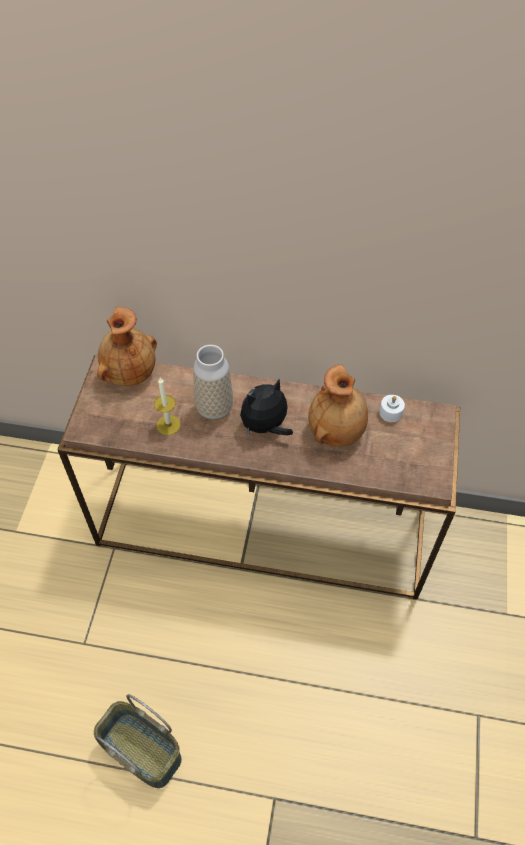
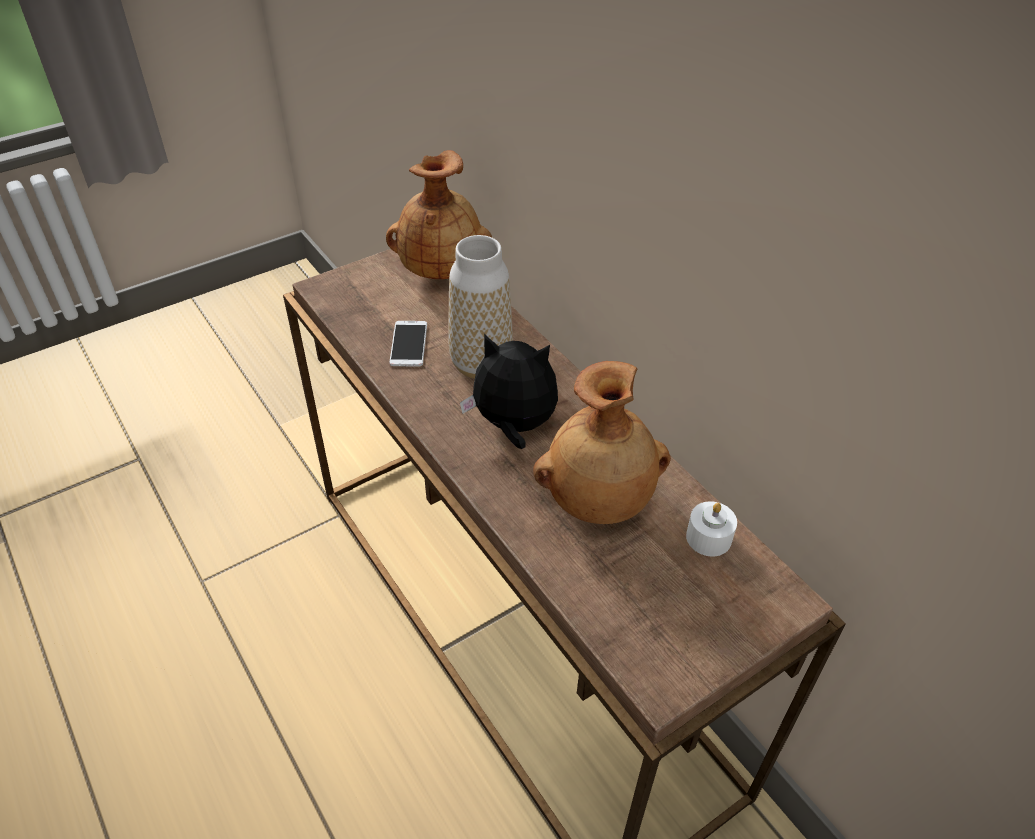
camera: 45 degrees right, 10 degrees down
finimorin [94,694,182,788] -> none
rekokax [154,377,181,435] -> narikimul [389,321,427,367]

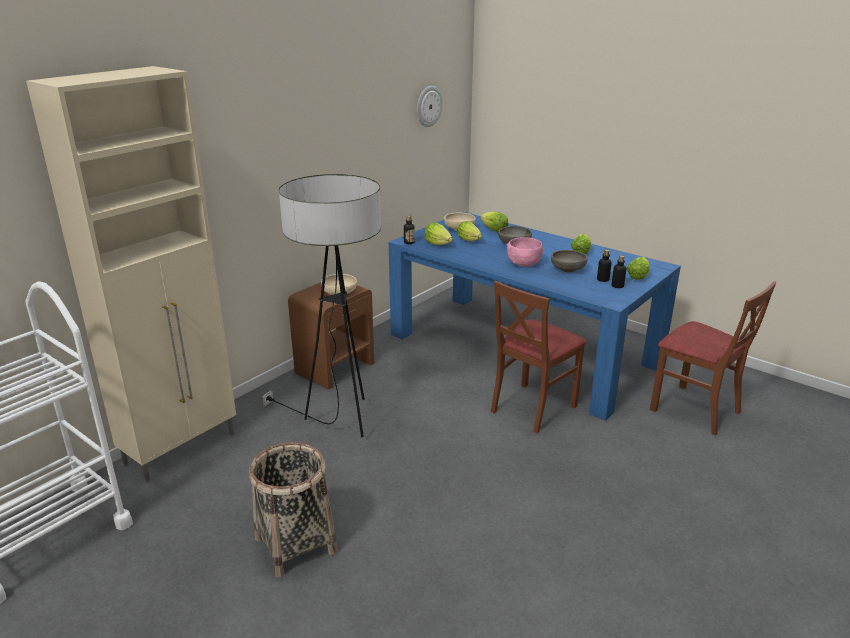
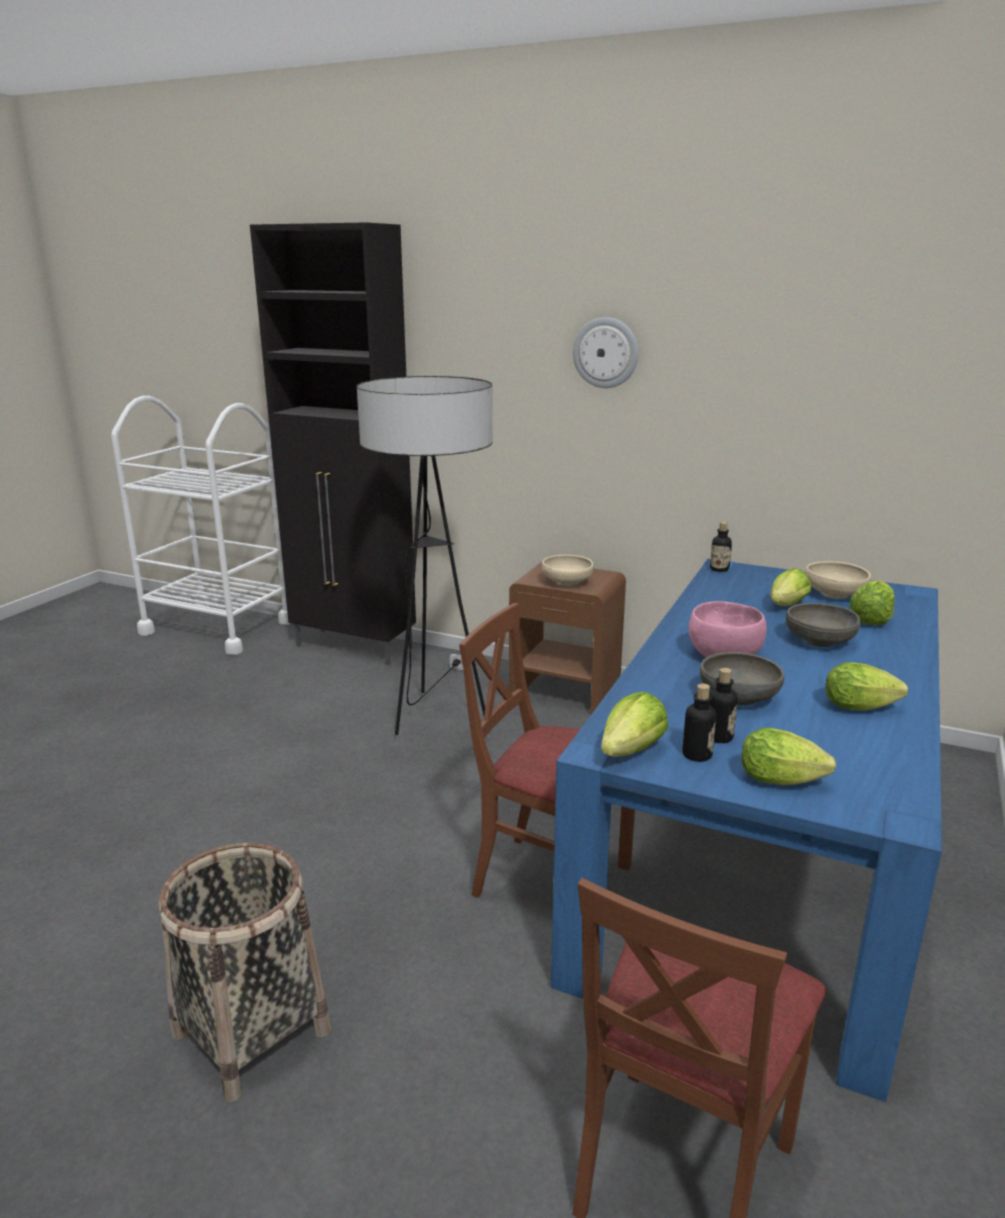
camera: 75 degrees right, 5 degrees down
finimorin [249,442,337,578] -> finimorin [159,843,331,1102], shifted
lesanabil [417,86,443,127] -> lesanabil [573,317,639,388], shifted
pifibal [424,223,453,245] -> pifibal [601,692,668,757], shifted
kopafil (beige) [26,66,236,483] -> kopafil (black) [250,222,416,665]

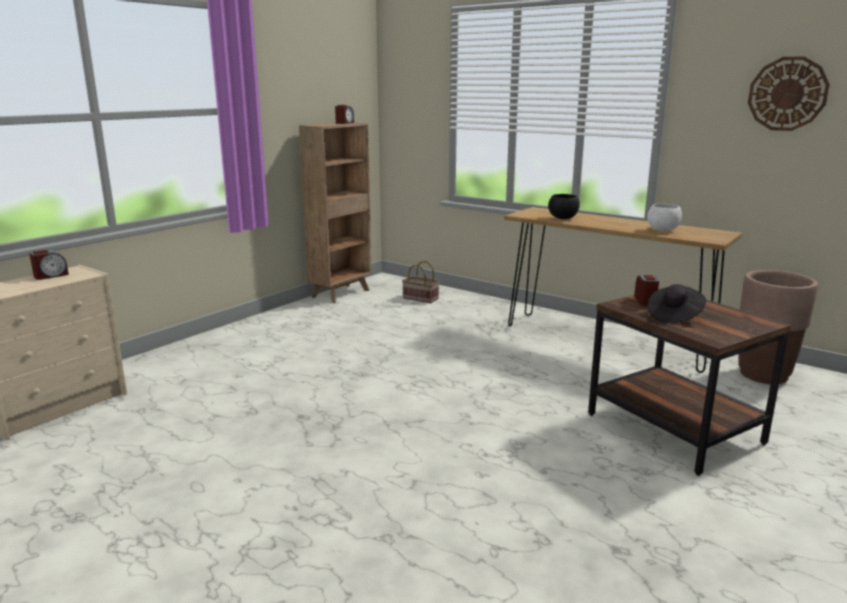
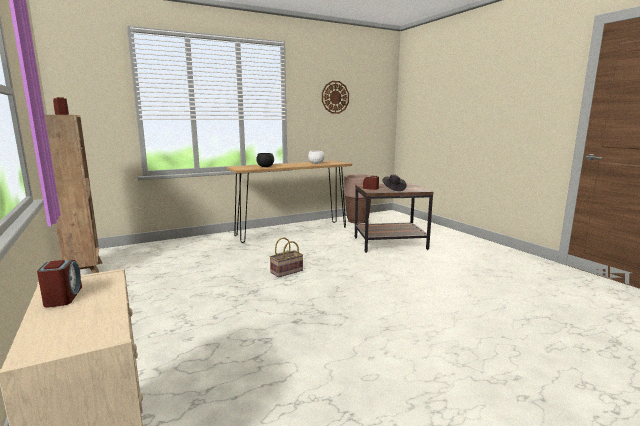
camera: 65 degrees left, 5 degrees down
finimorin [402,261,439,303] -> finimorin [269,237,303,277], shifted

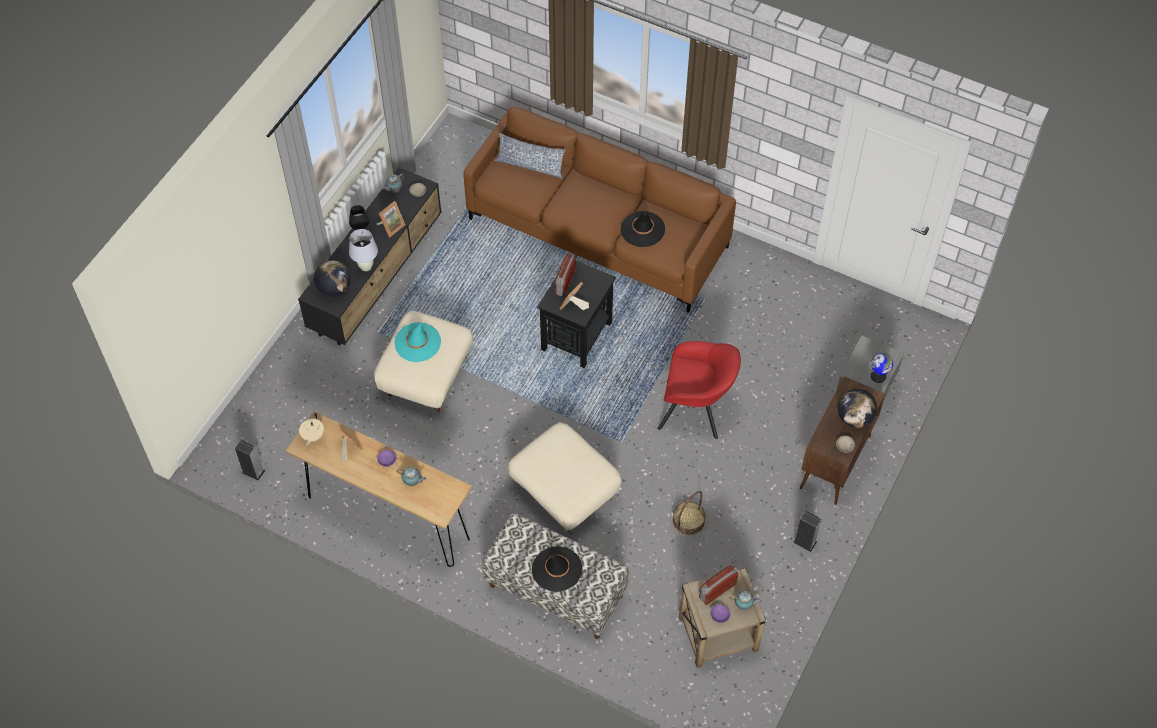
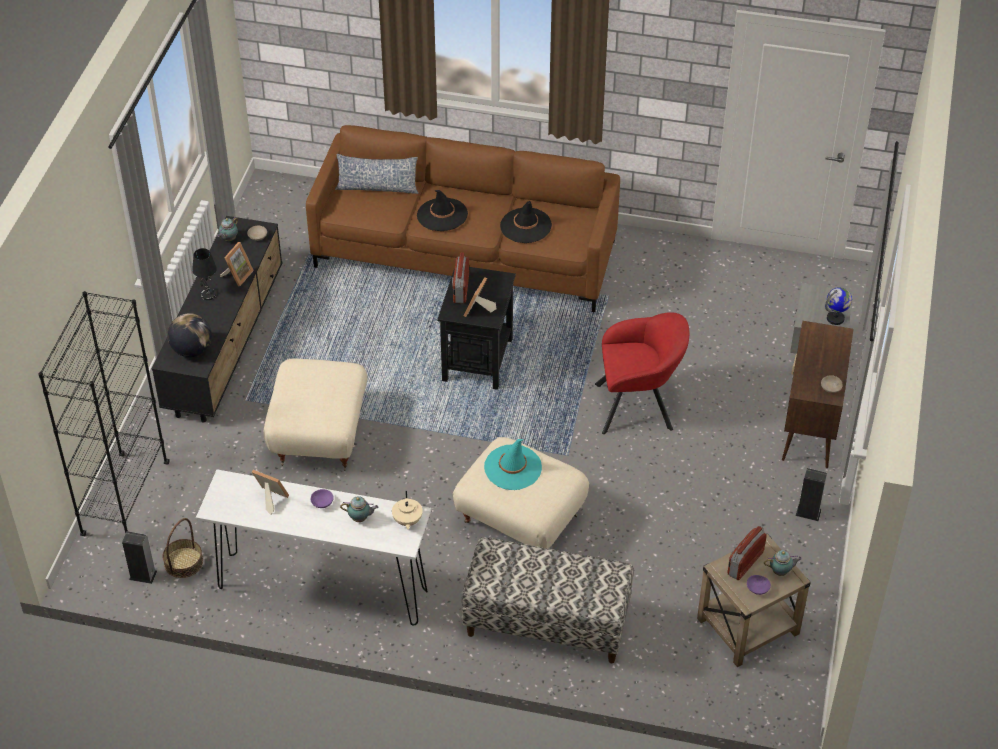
camera: 15 degrees left, 10 degrees down
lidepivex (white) [349,229,378,271] -> none
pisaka [838,389,877,428] -> none
none -> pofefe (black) [38,291,170,536]
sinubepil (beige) [299,413,324,446] -> sinubepil (beige) [392,491,423,530], shifted
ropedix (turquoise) [394,322,441,362] -> ropedix (turquoise) [484,439,542,490], shifted
ropedix (black) [532,546,583,592] -> ropedix (black) [417,190,468,231], shifted
finimorin [673,491,706,535] -> finimorin [162,518,203,578], shifted
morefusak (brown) [286,411,472,567] -> morefusak (white) [196,469,431,626]

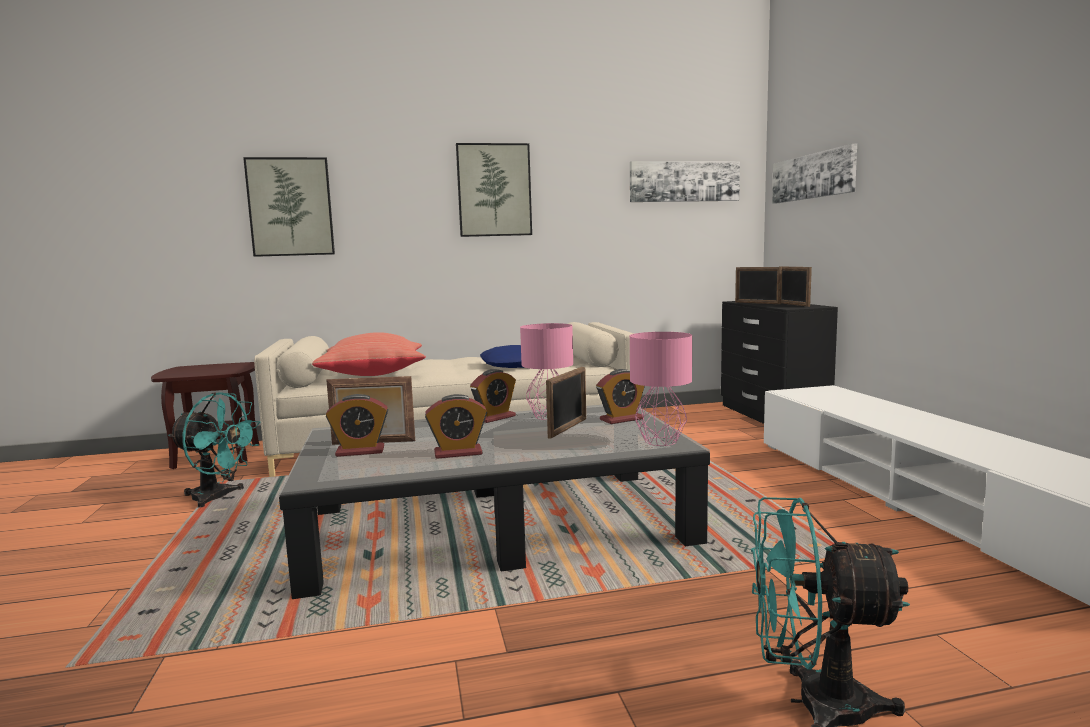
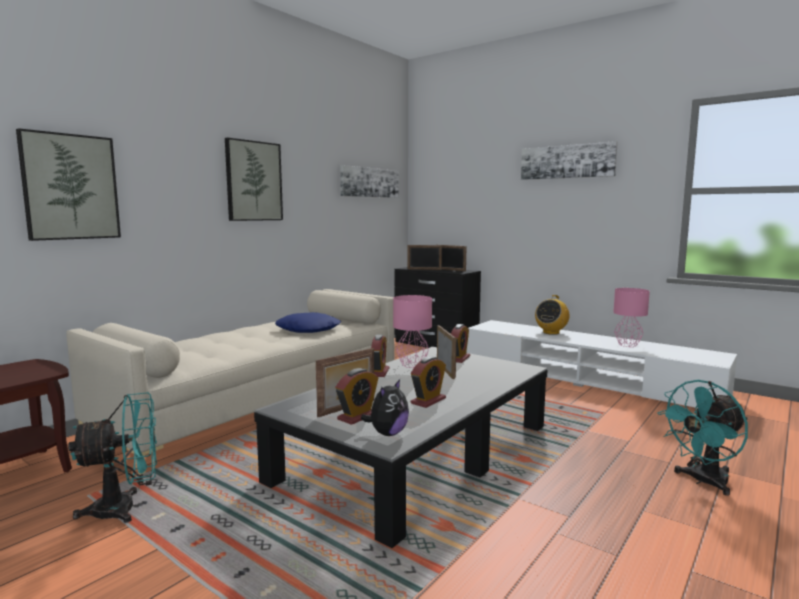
camera: 40 degrees left, 0 degrees up
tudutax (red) [312,332,426,376] -> none
none -> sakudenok [361,379,409,436]
none -> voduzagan [535,295,570,335]
lidepivex (pink) [630,332,692,446] -> lidepivex (pink) [613,288,650,347], shifted
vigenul [772,144,857,204] -> vigenul [521,141,618,180], shifted

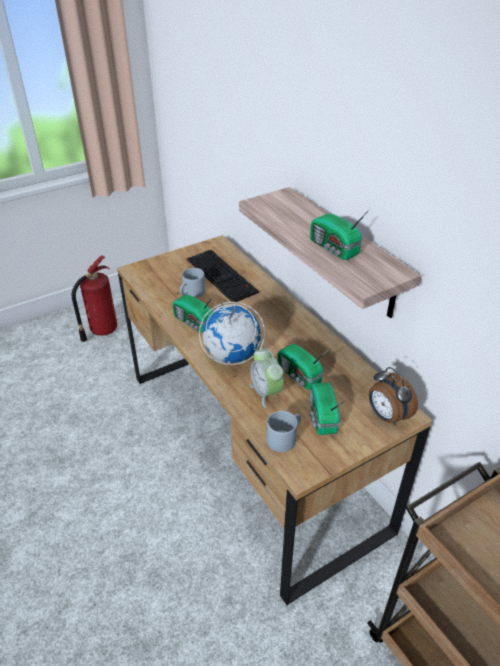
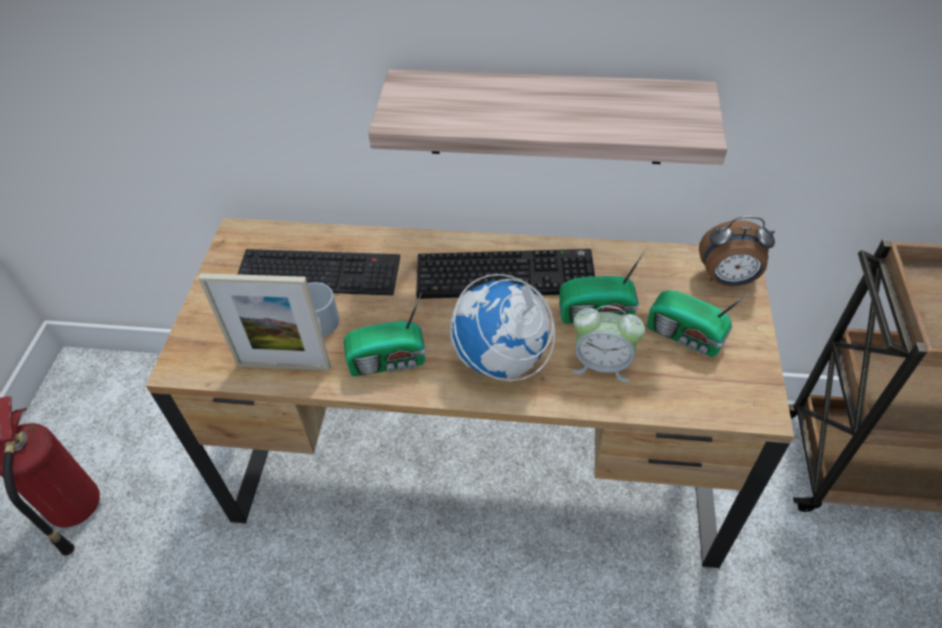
camera: 50 degrees left, 10 degrees up
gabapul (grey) [267,411,301,452] -> none
voduzagan [310,209,370,260] -> none
none -> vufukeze [198,273,331,370]
none -> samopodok [416,249,595,299]

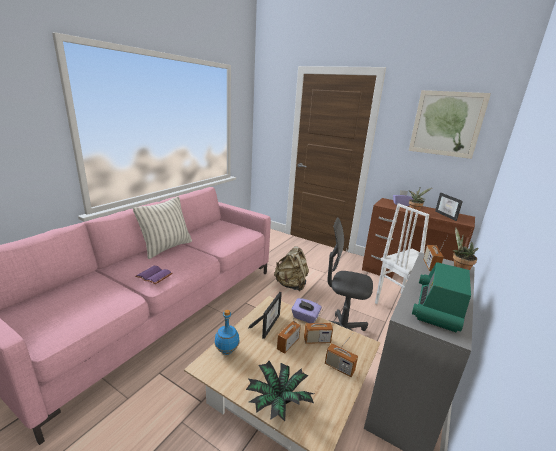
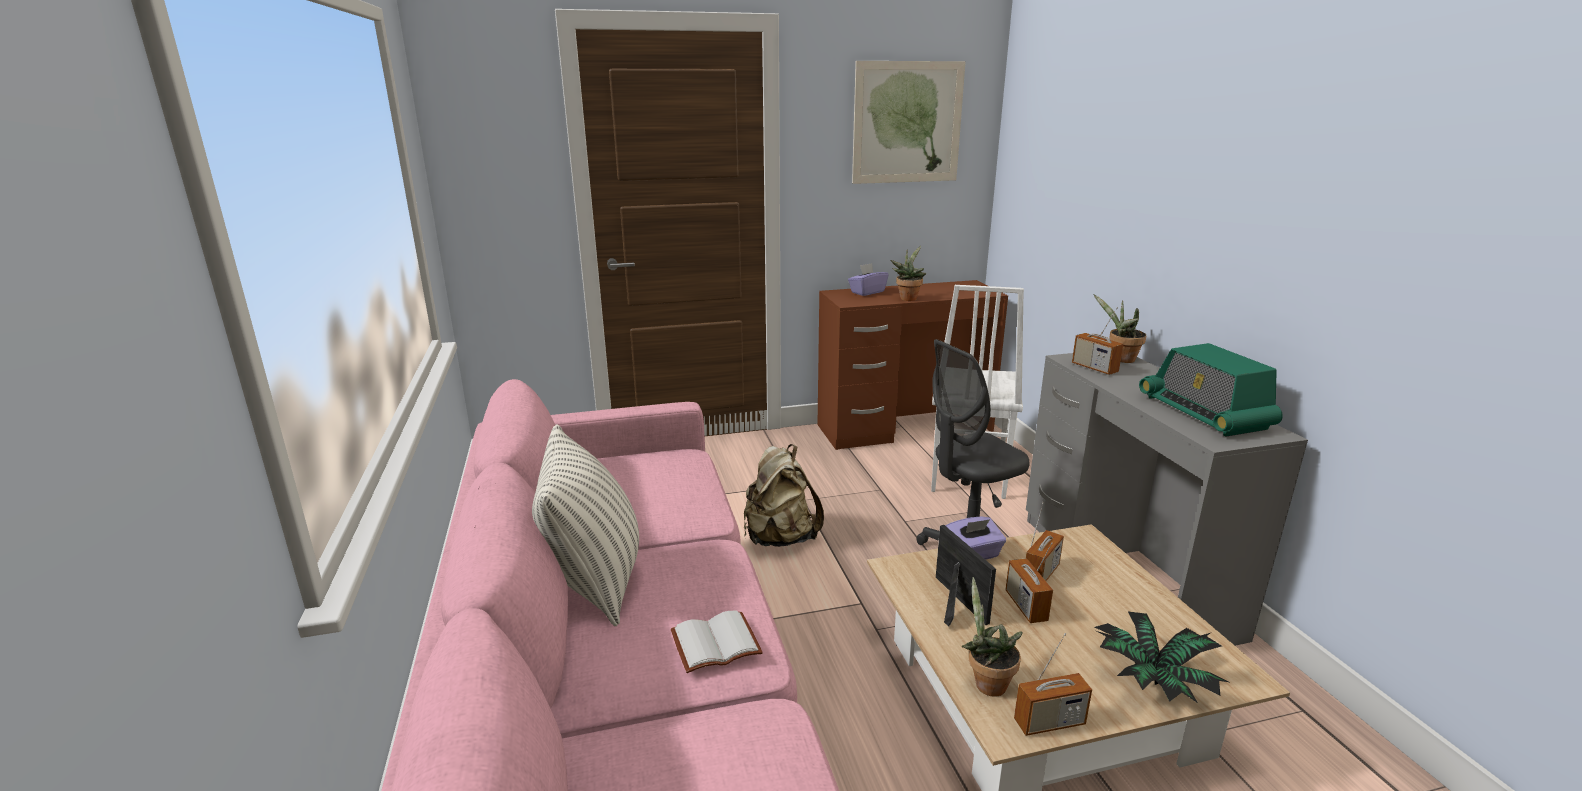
camera: 45 degrees left, 0 degrees up
vufukeze [435,193,463,221] -> none
voduzagan [325,333,358,377] -> voduzagan [1014,633,1092,736], shifted
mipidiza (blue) [214,310,240,355] -> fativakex [962,577,1022,697]
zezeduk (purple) [135,266,173,284] -> zezeduk (white) [671,610,763,673]

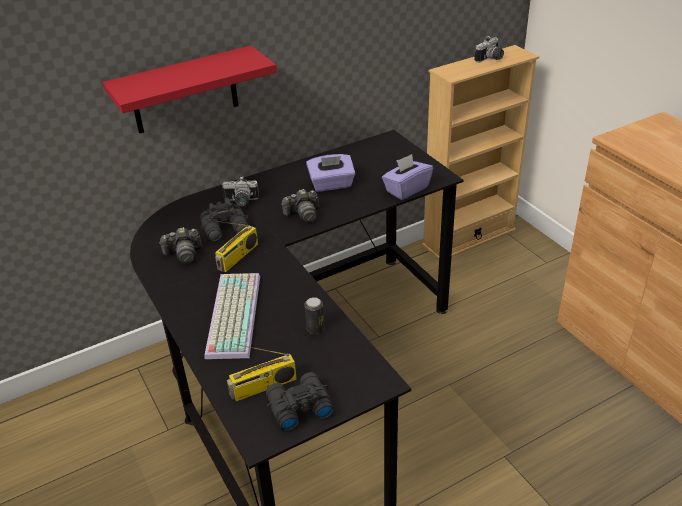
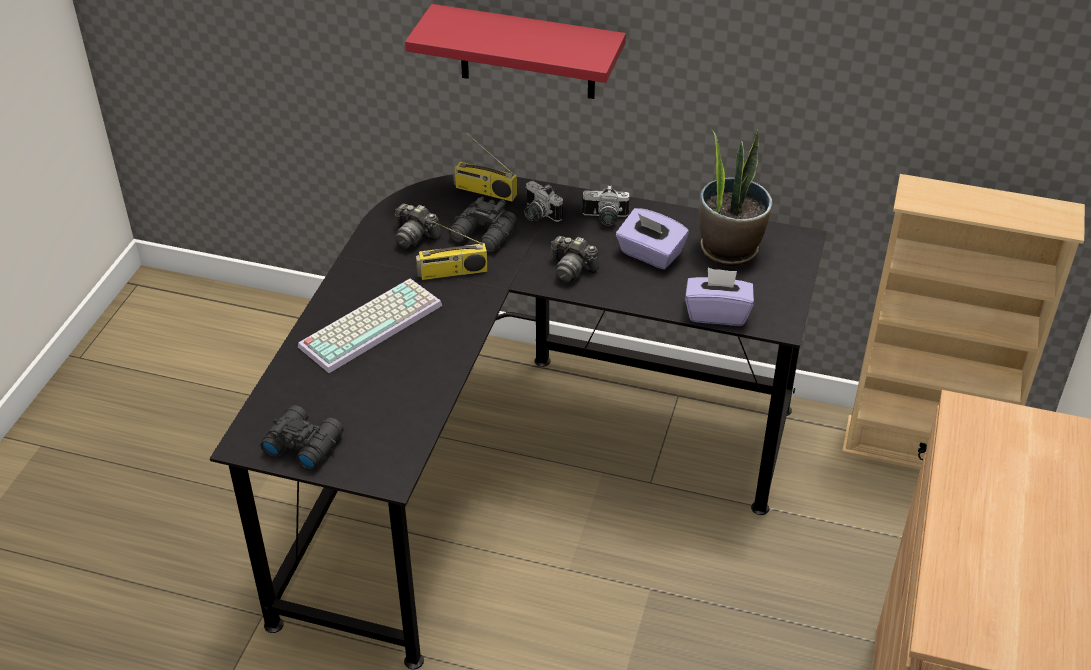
camera: 45 degrees right, 5 degrees up
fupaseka [304,297,325,334] -> none
none -> fativakex [699,129,772,266]
voduzagan [227,344,297,401] -> voduzagan [453,133,517,201], shifted
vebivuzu [474,36,504,63] -> vebivuzu [582,185,630,226], shifted

